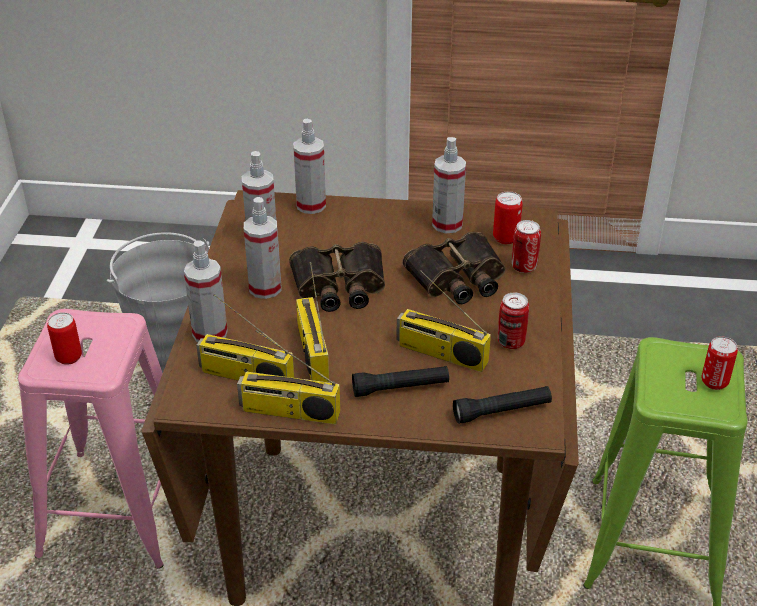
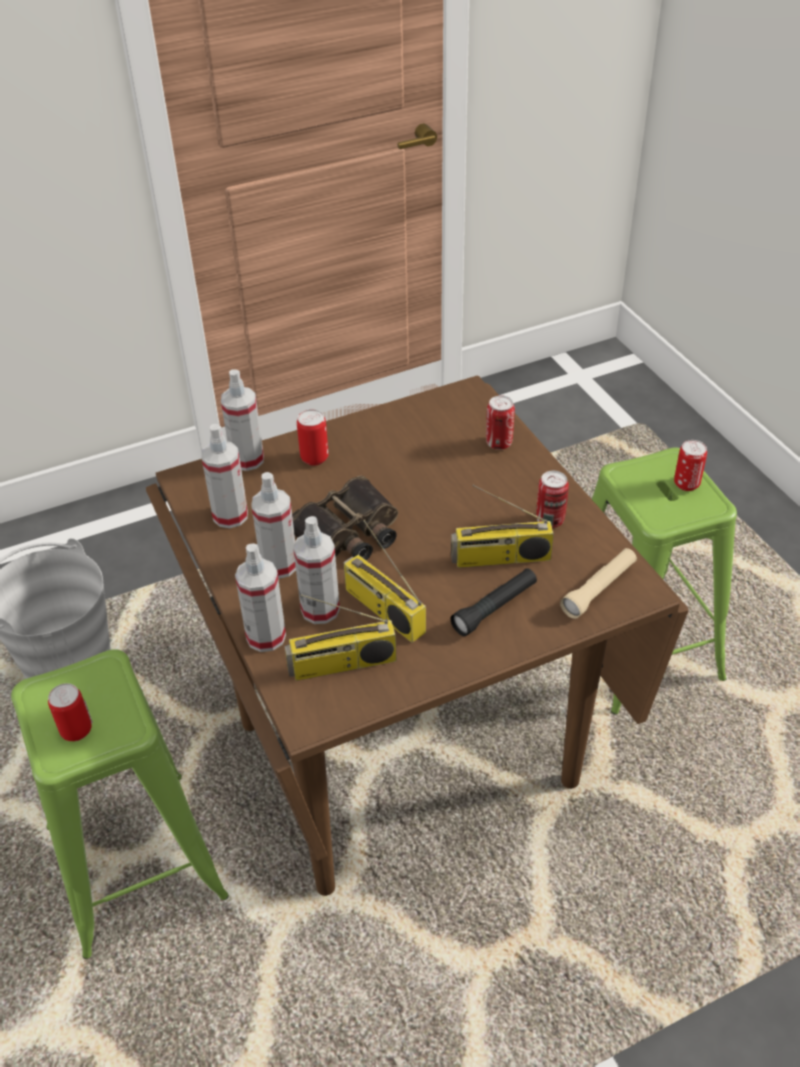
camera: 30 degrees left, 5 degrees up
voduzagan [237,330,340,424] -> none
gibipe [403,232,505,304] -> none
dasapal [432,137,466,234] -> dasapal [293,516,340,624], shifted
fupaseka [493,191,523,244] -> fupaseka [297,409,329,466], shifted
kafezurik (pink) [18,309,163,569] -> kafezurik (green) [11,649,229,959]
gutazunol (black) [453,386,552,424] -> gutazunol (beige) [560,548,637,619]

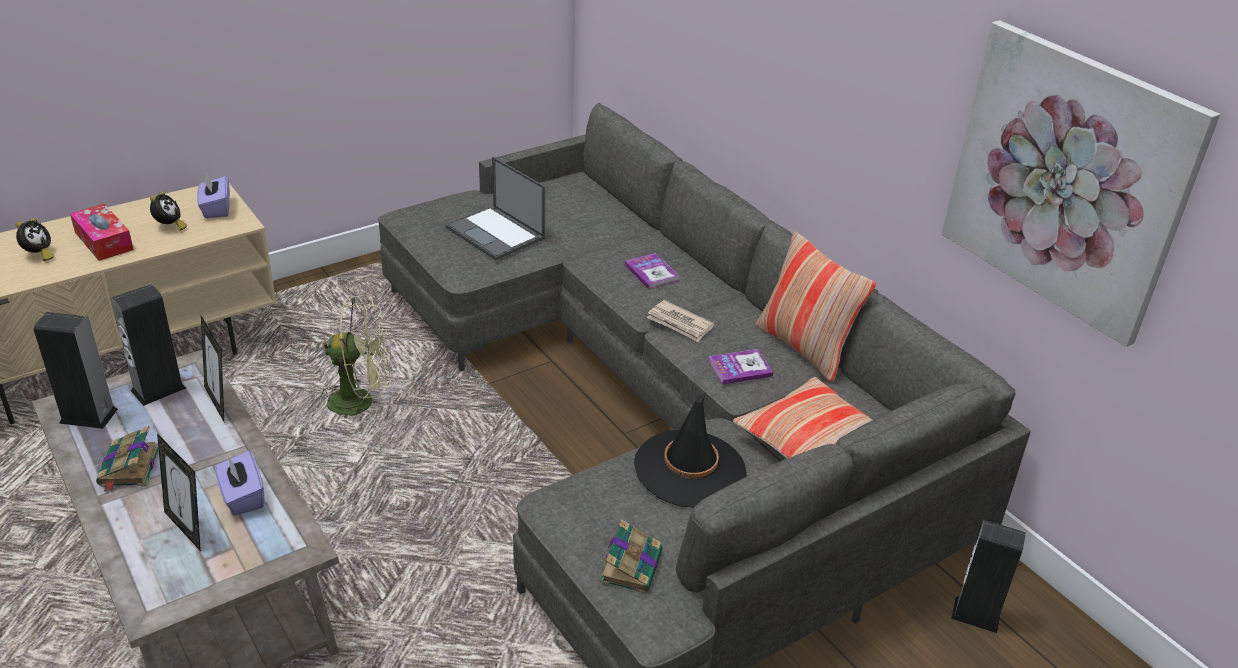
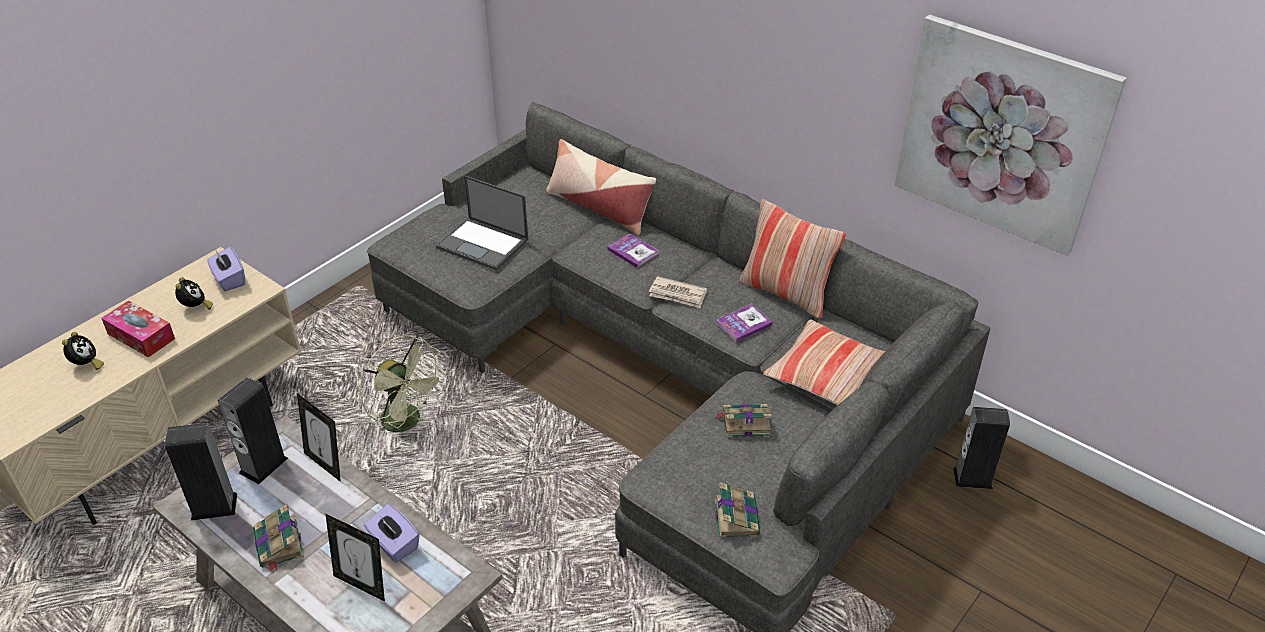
camera: 15 degrees left, 5 degrees up
none -> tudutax [546,139,656,236]
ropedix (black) [634,393,747,508] -> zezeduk [716,404,772,437]
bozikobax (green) [323,295,391,418] -> bozikobax (green) [360,335,446,432], 60 degrees clockwise

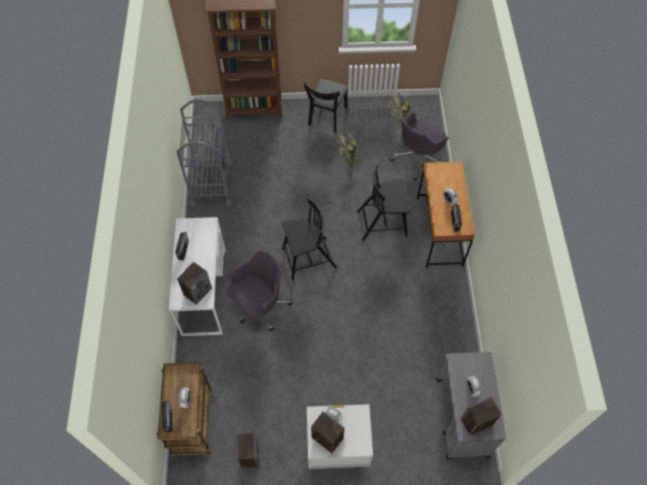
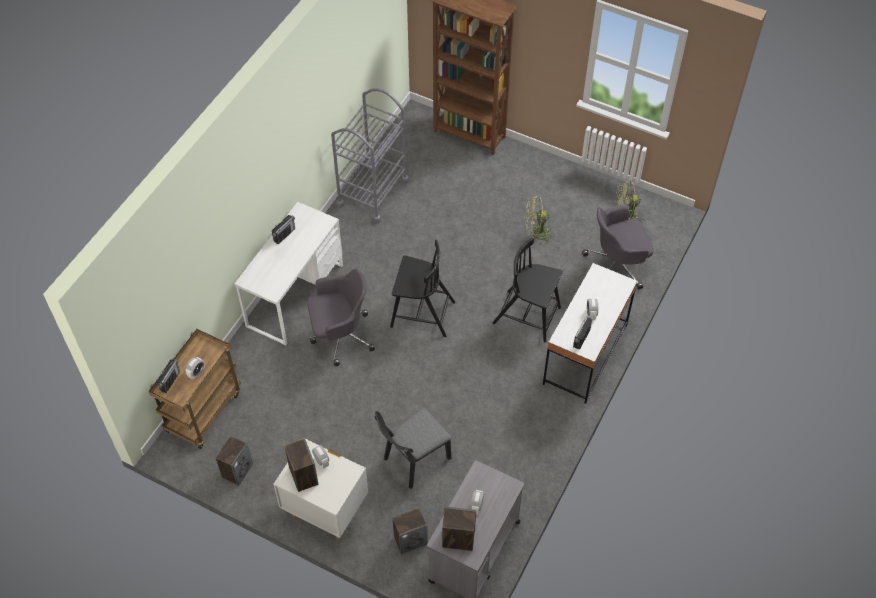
camera: 30 degrees right, 5 degrees down
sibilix [177,262,212,305] -> sibilix [393,508,428,554], shifted
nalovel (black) [303,79,348,133] -> nalovel (black) [375,408,452,489], shifted
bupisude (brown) [417,162,475,268] -> bupisude (white) [543,263,637,404]

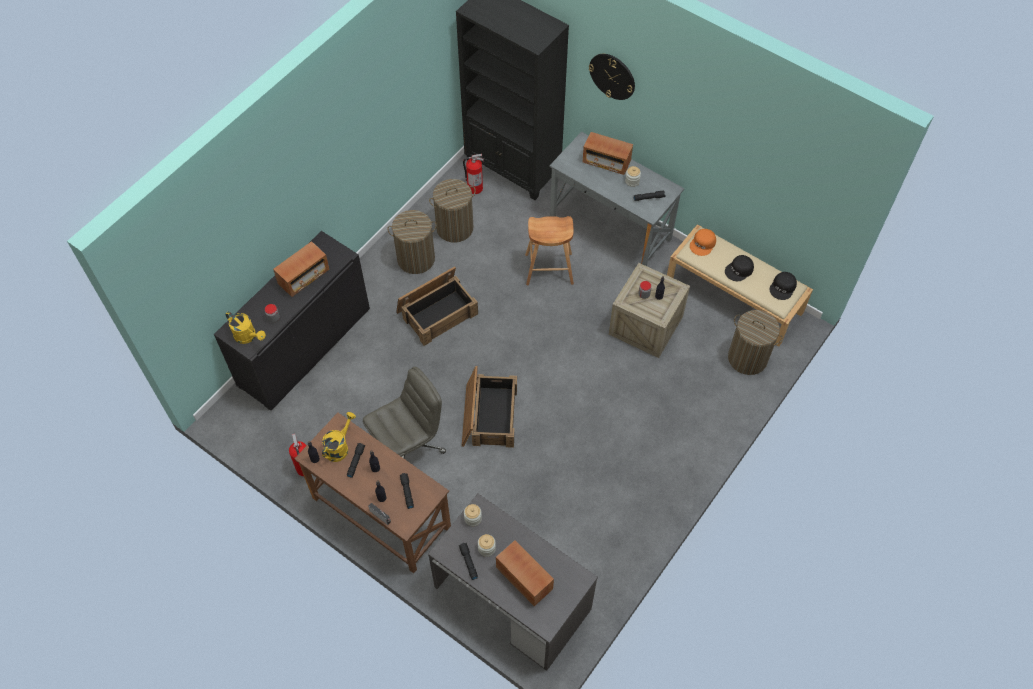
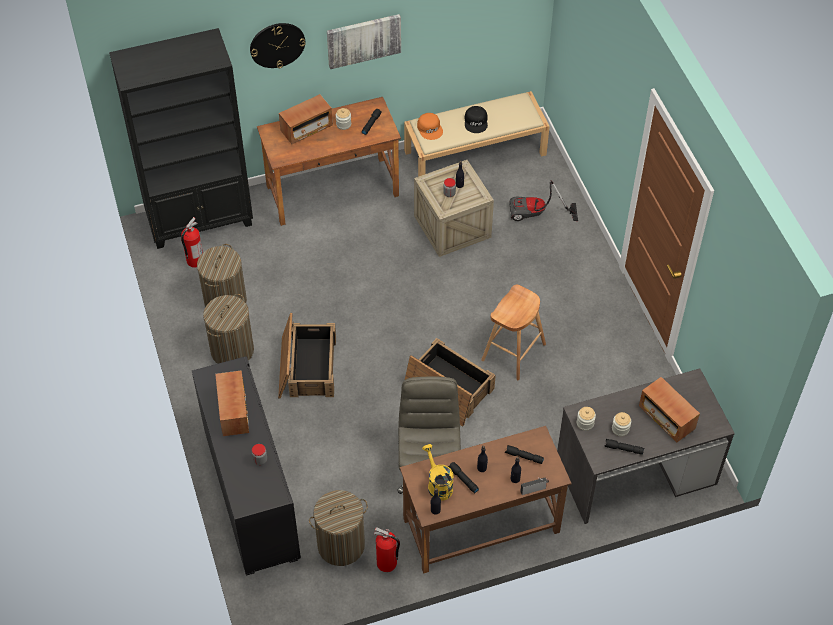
camera: 55 degrees left, 5 degrees down
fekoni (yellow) [225,312,266,344] -> none
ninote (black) [770,272,797,300] -> none
none -> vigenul [327,14,401,69]
none -> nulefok [510,180,578,221]
kafezurik (brown) [525,216,574,285] -> kafezurik (brown) [481,284,546,380], shifted
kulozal [728,310,783,375] -> kulozal [309,490,368,566], shifted
bupisude (grey) [549,132,684,266] -> bupisude (brown) [257,97,401,226]
voduzagan [496,540,554,606] -> voduzagan [639,377,700,442], 120 degrees counterclockwise

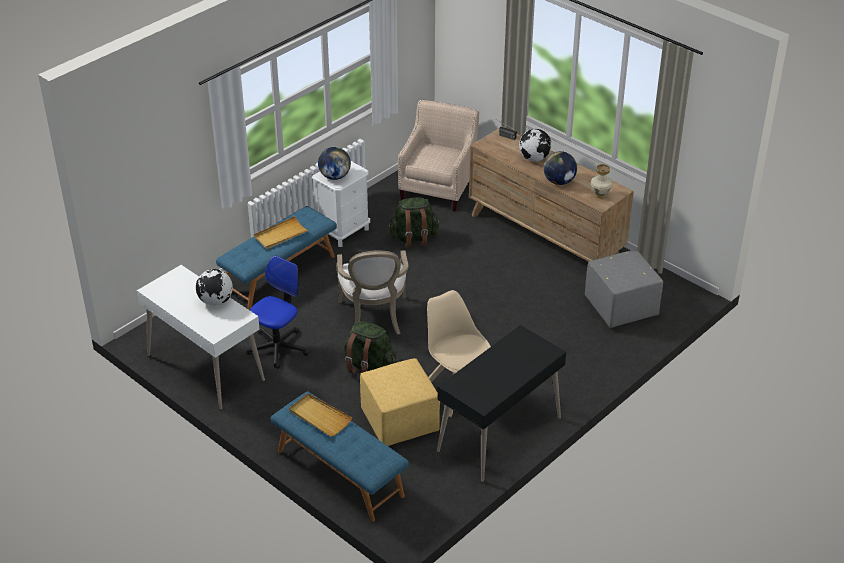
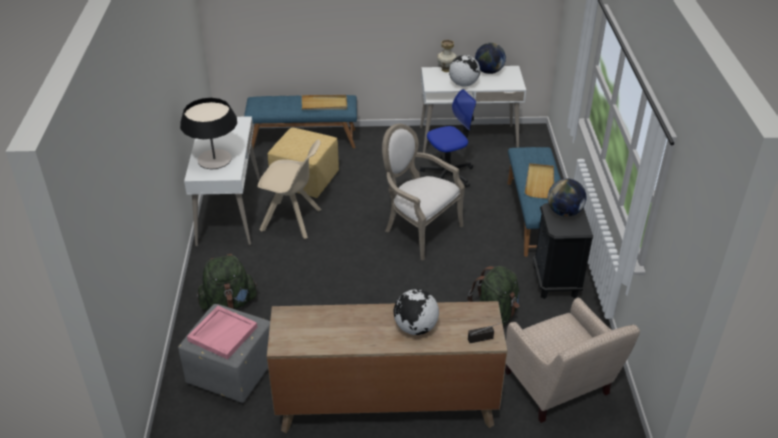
camera: 135 degrees right, 0 degrees up
none -> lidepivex [180,98,237,169]
none -> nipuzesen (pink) [187,306,258,360]
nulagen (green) [344,321,396,374] -> nulagen (green) [197,254,257,310], shifted
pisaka [543,151,577,185] -> pisaka [475,43,506,74], shifted
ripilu [590,164,613,199] -> ripilu [437,40,457,72], shifted
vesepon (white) [312,161,370,247] -> vesepon (black) [533,203,593,299]
bupisude (black) [437,325,566,482] -> bupisude (white) [184,116,260,246]
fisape [247,255,309,369] -> fisape [420,89,476,188], 105 degrees counterclockwise

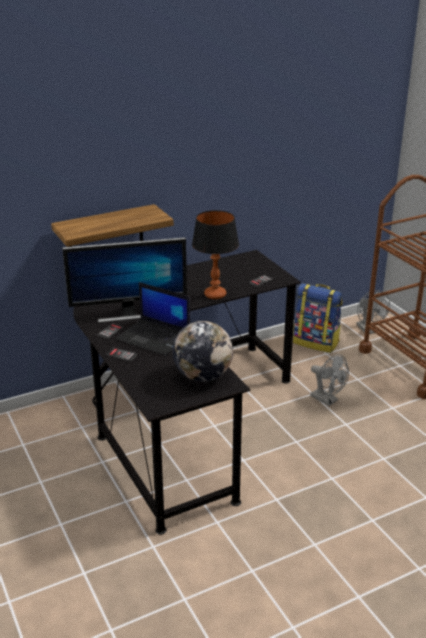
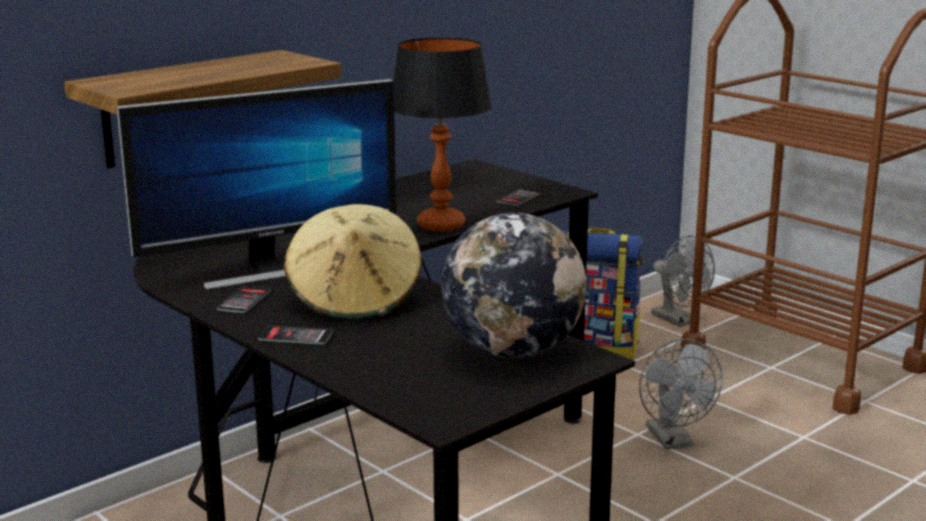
camera: 15 degrees left, 10 degrees down
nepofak [116,282,190,356] -> ropedix (beige) [284,204,422,320]
bozikobax (grey) [310,354,349,406] -> bozikobax (grey) [639,339,723,449], 45 degrees clockwise

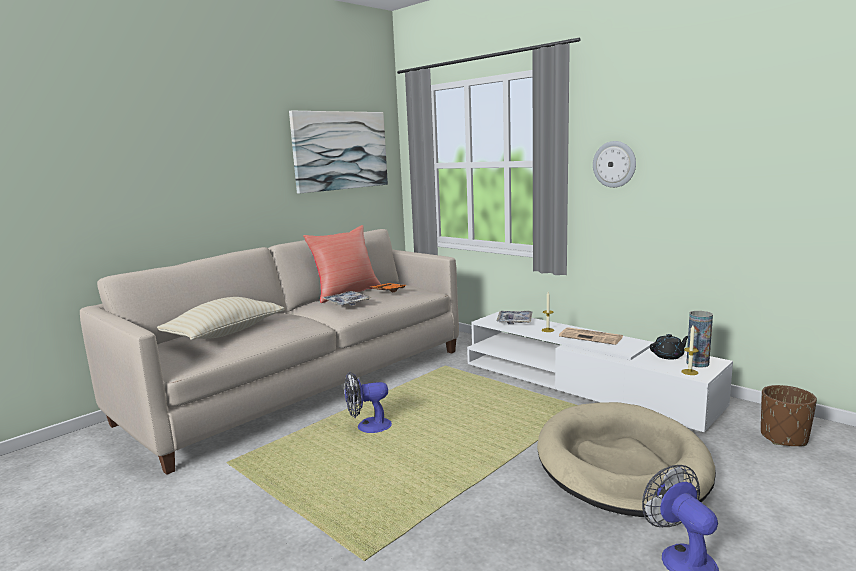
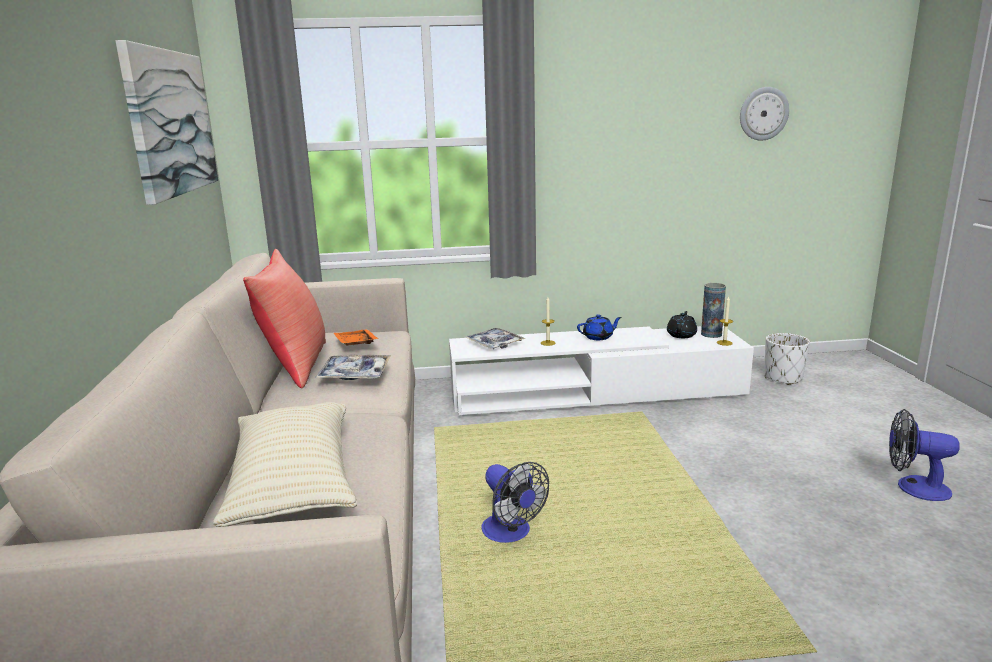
camera: 50 degrees left, 5 degrees up
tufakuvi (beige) [537,402,716,517] -> none
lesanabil [593,141,636,188] -> lesanabil [740,87,789,141], shifted
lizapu [559,327,623,345] -> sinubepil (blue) [577,315,622,340]
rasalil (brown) [761,385,817,446] -> rasalil (white) [764,333,810,385]
bozikobax [345,372,392,433] -> bozikobax [481,462,549,543], 60 degrees counterclockwise

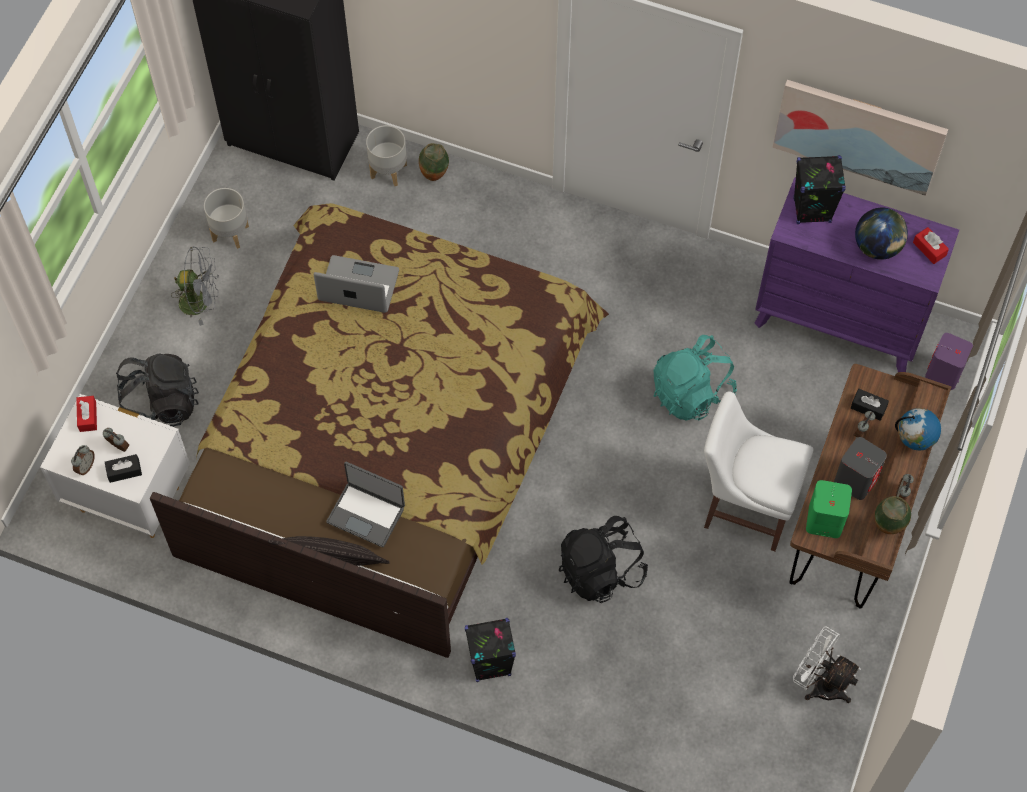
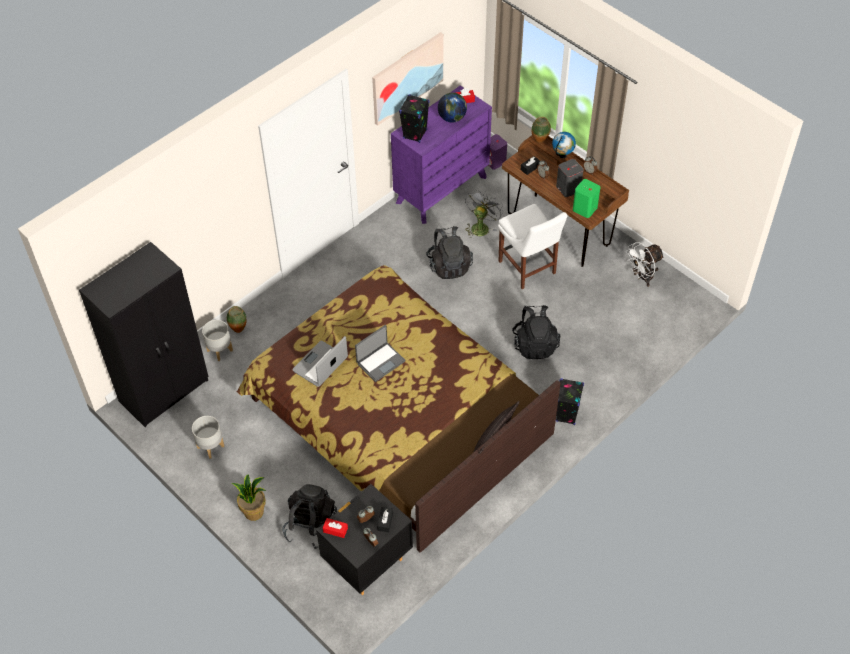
camera: 65 degrees left, 10 degrees down
none -> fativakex [232,474,266,521]
bozikobax (grey) [171,247,219,326] -> bozikobax (grey) [465,190,503,238], shifted
nepofak [326,462,405,547] -> nepofak [355,325,406,382], shifted
ripilu [874,496,911,534] -> ripilu [532,117,551,143], shifted
vesepon (white) [40,394,190,538] -> vesepon (black) [316,484,413,595]
nulagen (turquoise) [654,335,737,421] -> nulagen (black) [426,226,473,279]
nalovel (white) [704,391,813,551] -> nalovel (white) [498,204,567,289], 75 degrees counterclockwise

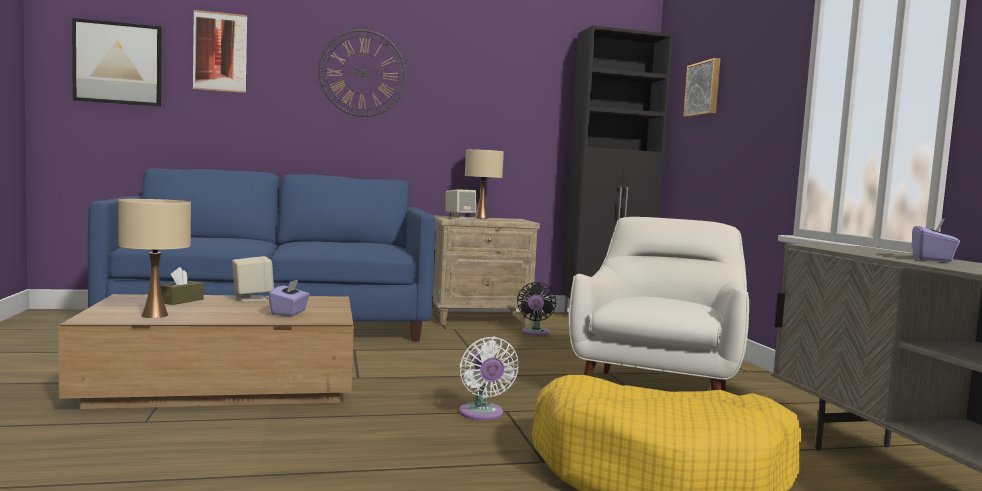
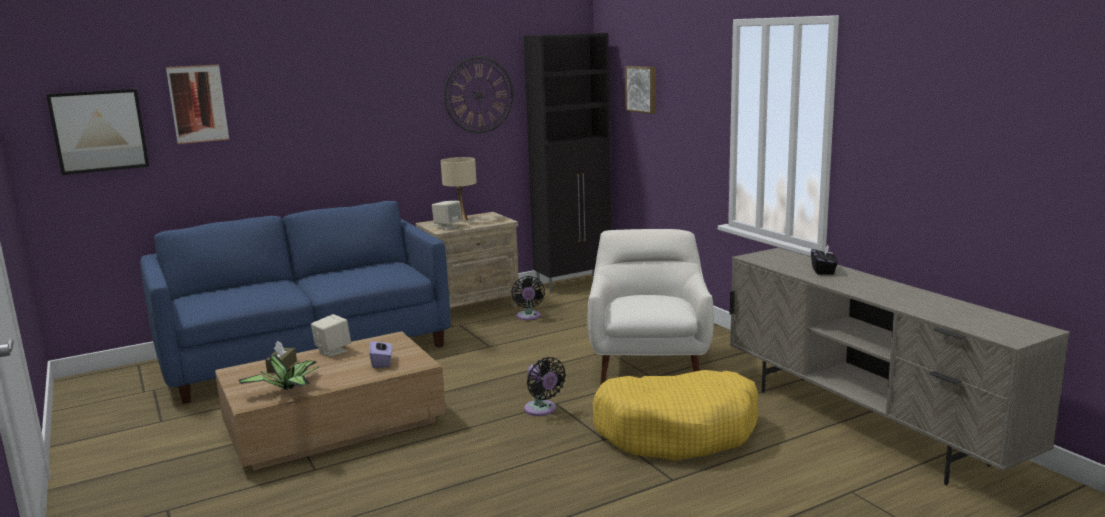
camera: 15 degrees left, 10 degrees up
lesanabil [319,29,406,117] -> lesanabil [444,57,513,133], shifted
lidepivex (beige) [118,199,191,318] -> fativakex [238,355,319,390]
bozikobax (white) [459,336,519,421] -> bozikobax (black) [524,357,566,416]
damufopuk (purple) [912,218,960,262] -> damufopuk (black) [811,245,838,275]

